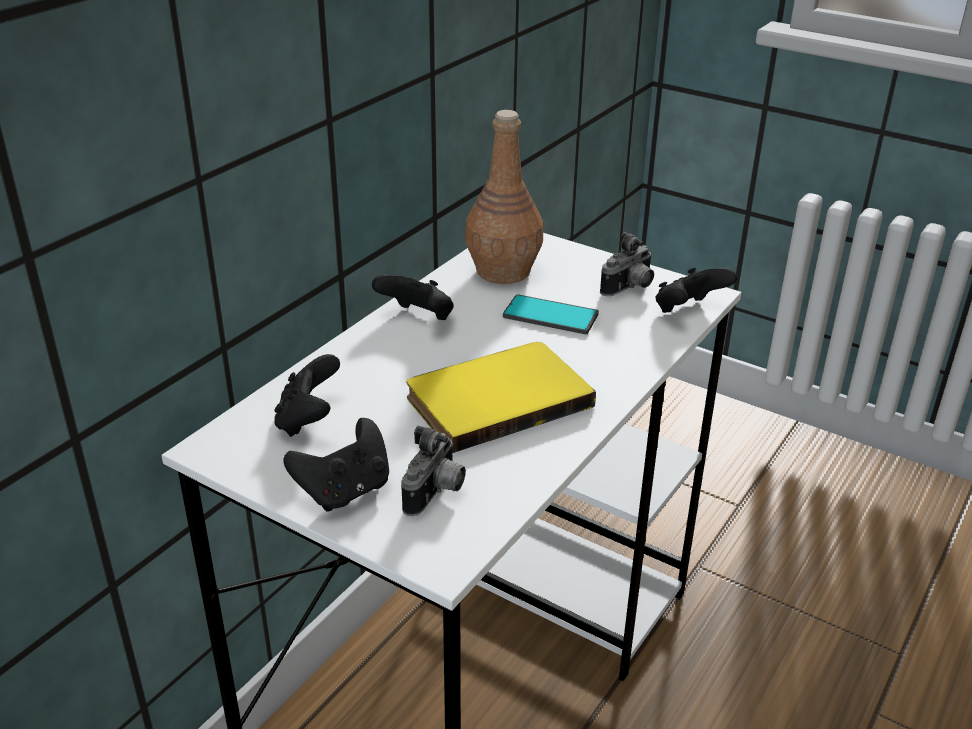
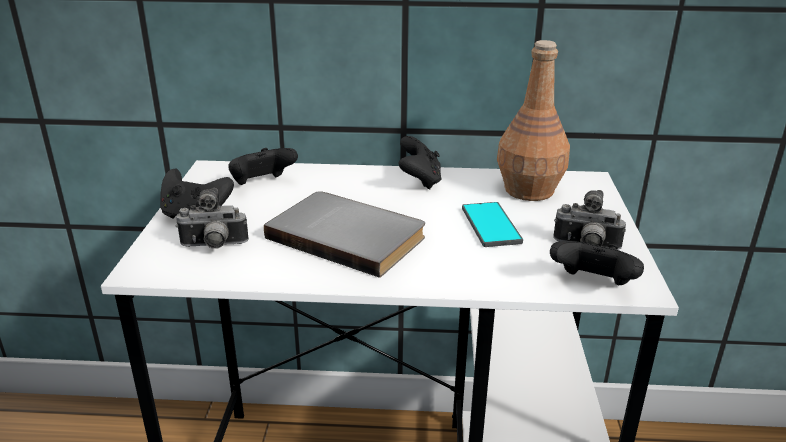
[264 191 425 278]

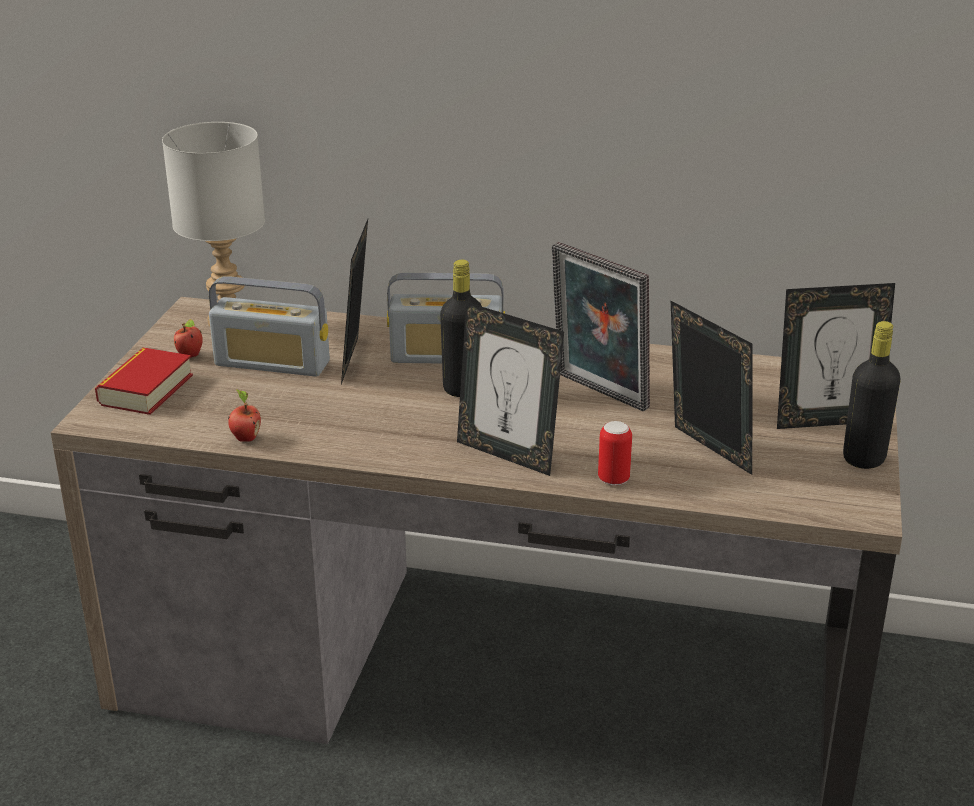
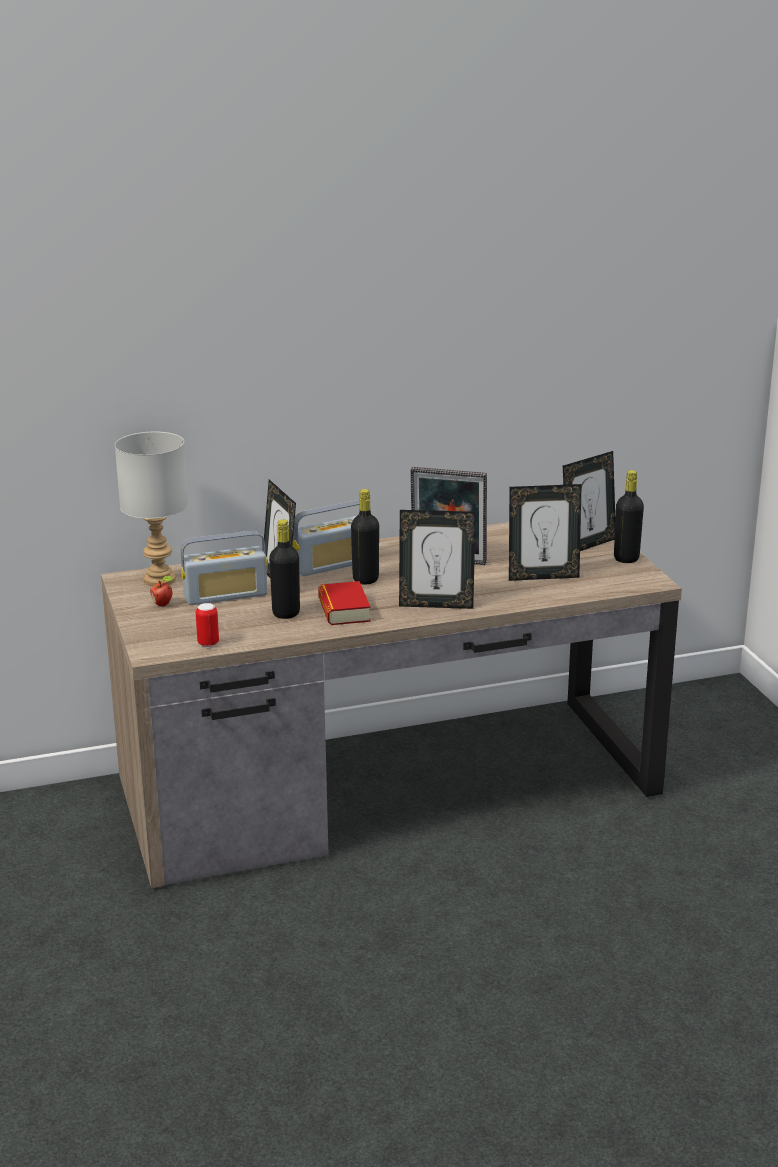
[196 603 219 647]
[269 519 300 619]
[318 581 371 625]
[509 484 582 581]
[228 390 261 442] (first image)

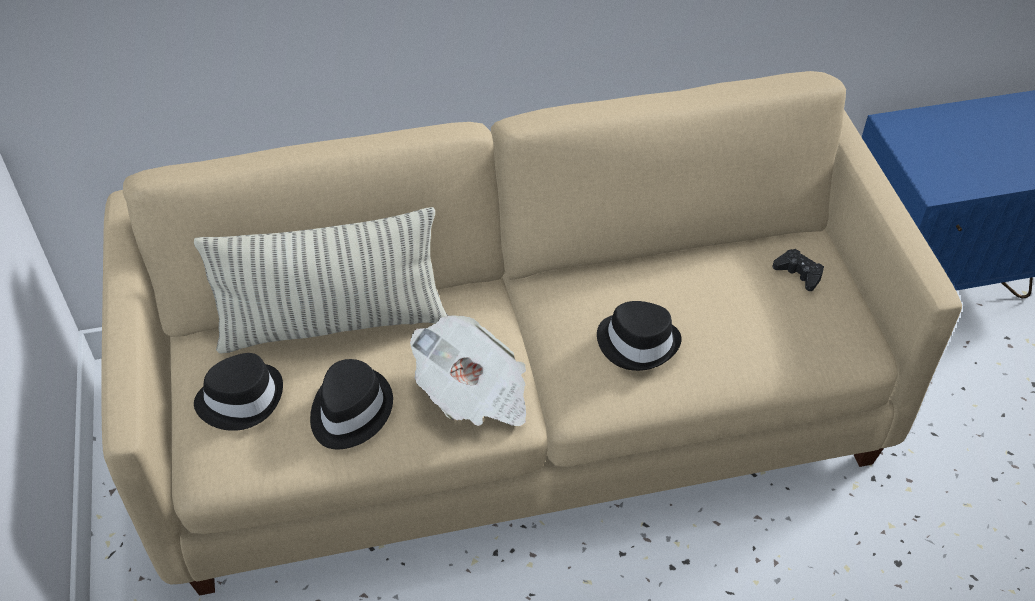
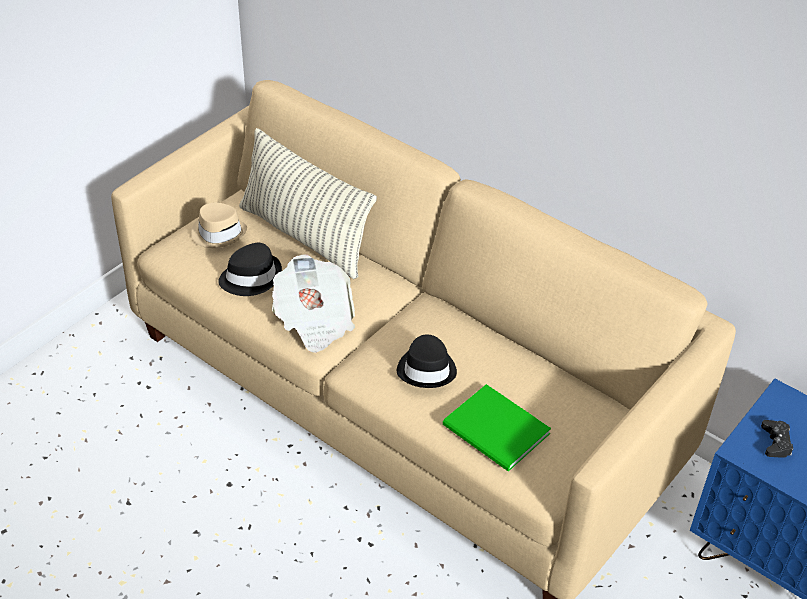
[191 202 247 248]
[443 384 551 472]
[761 420 793 458]

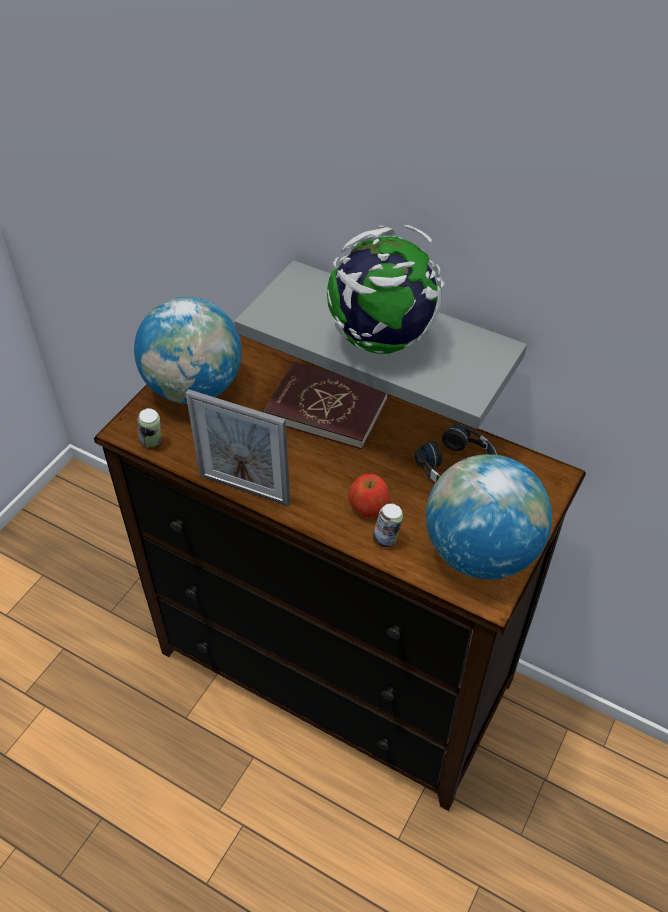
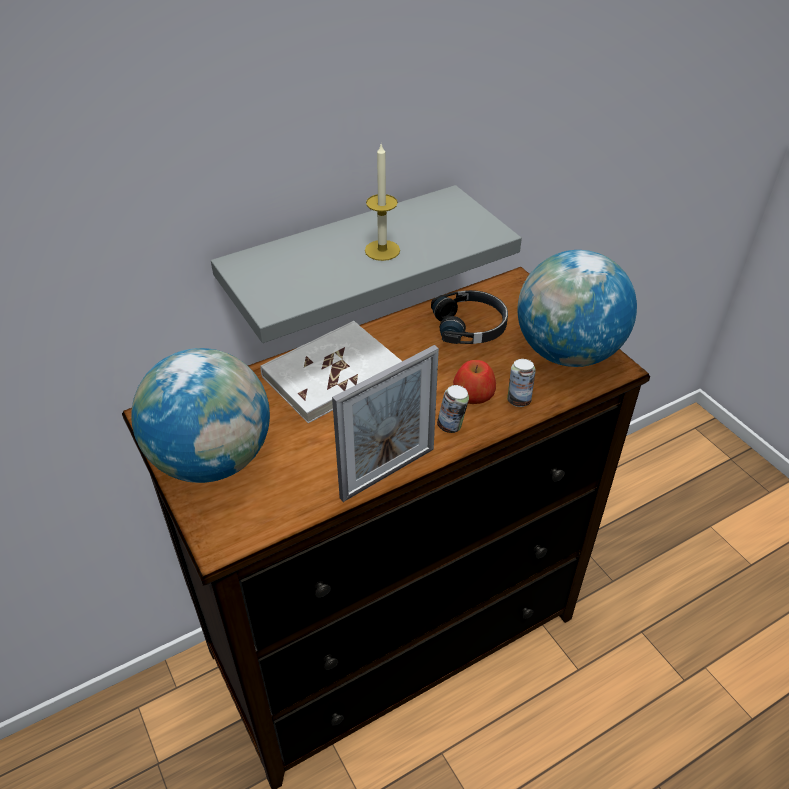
[260 321 402 423]
[365 144 400 261]
[437 385 469 433]

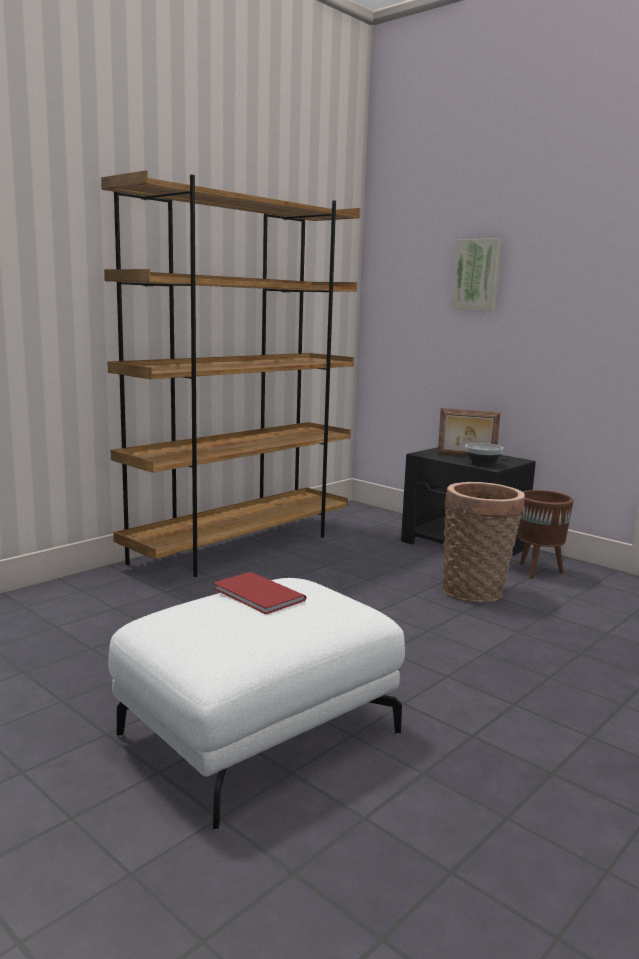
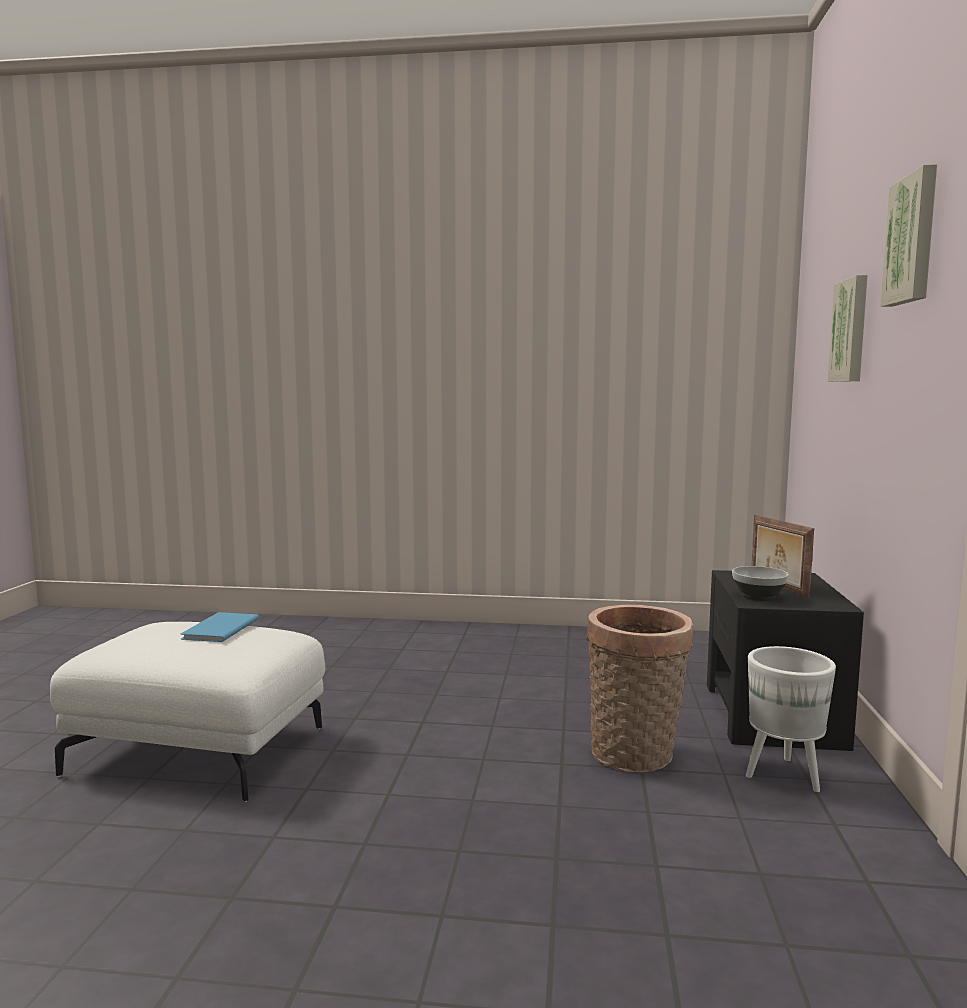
[180 612 259 642]
[746 646 836 792]
[880 164 937 307]
[101 170 360 577] (first image)

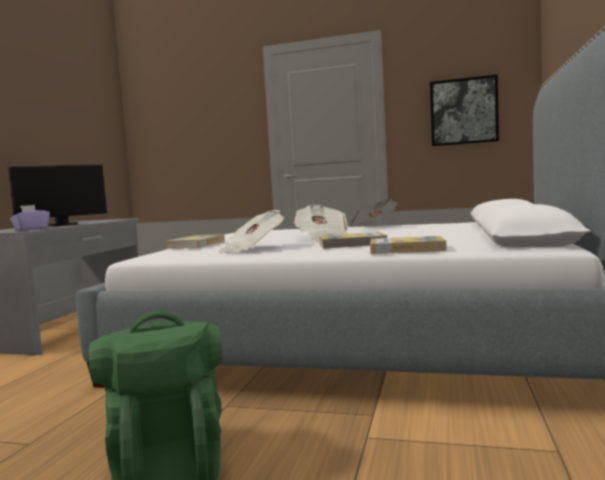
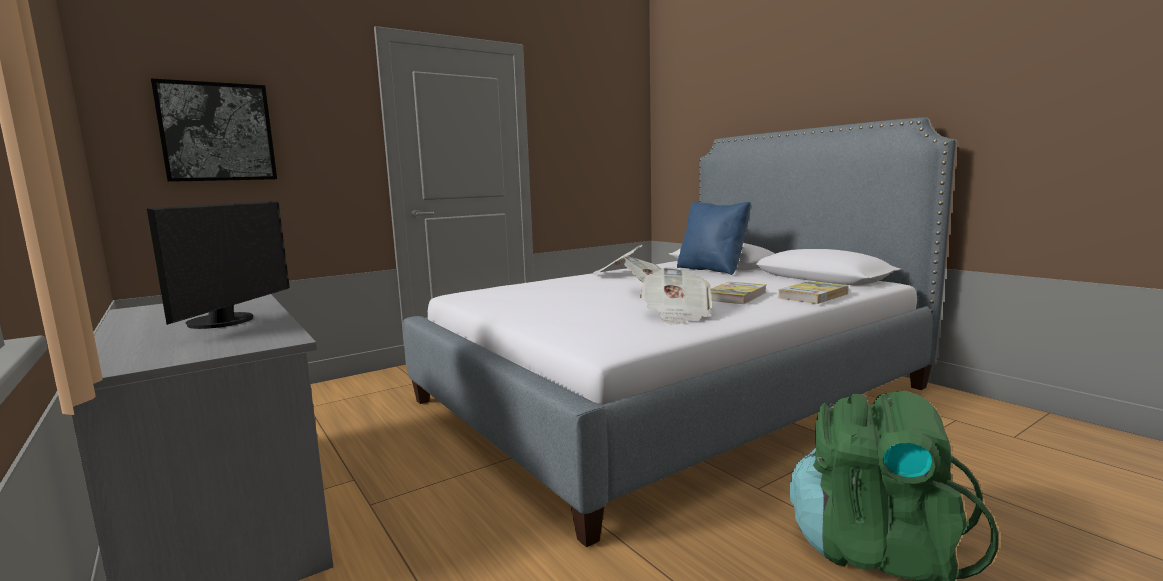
[151 78 277 182]
[677 201 751 275]
[10 205 50 231] (first image)
[166 234 225 249] (first image)

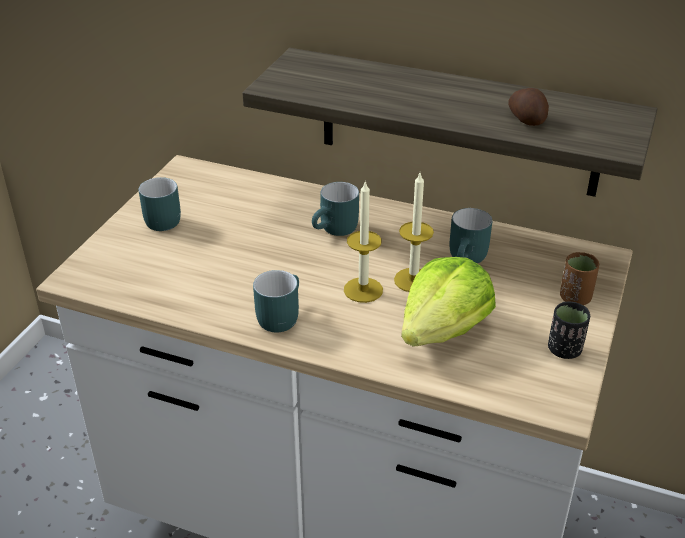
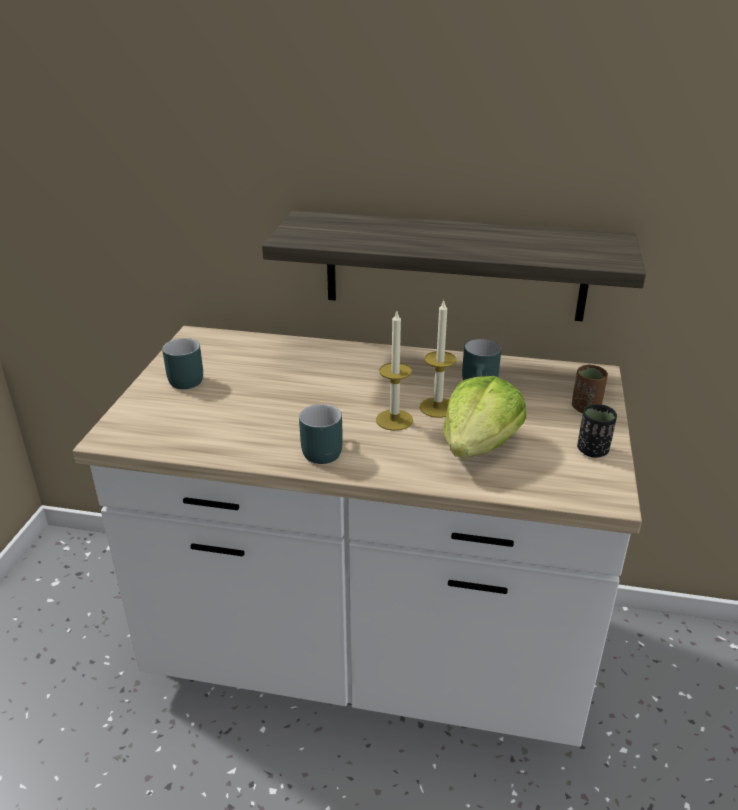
[312 182 359 236] (first image)
[508 88 549 126] (first image)

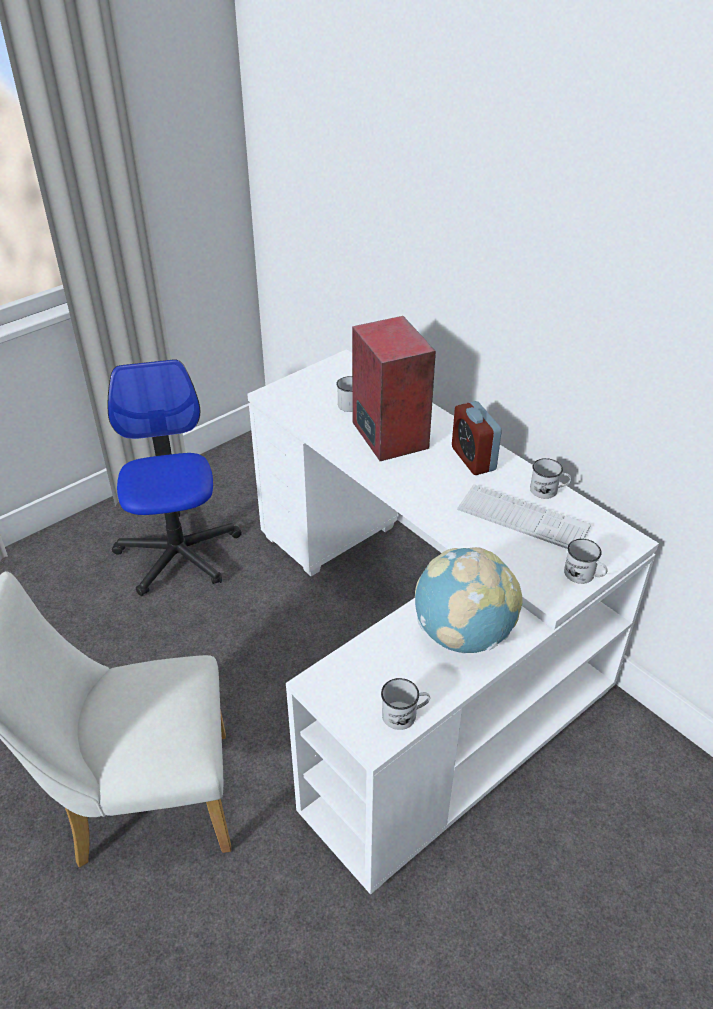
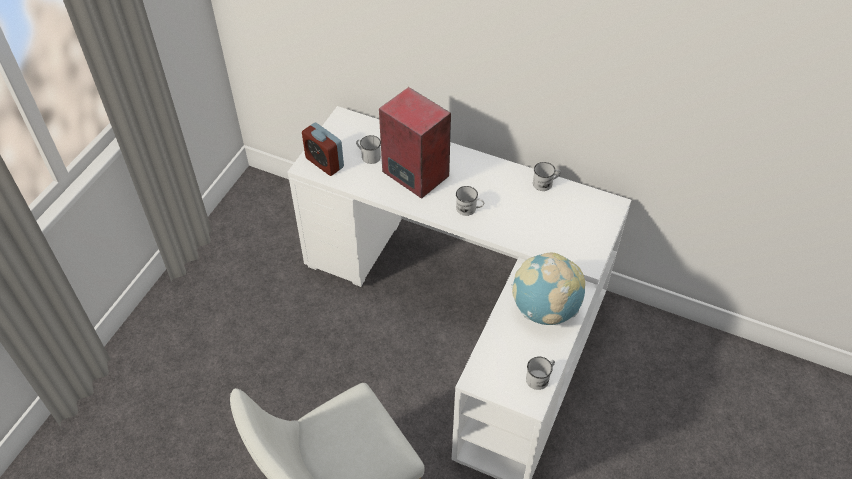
[302 123 344 176]
[456 186 484 216]
[108 359 241 596] (first image)
[457 484 591 549] (first image)

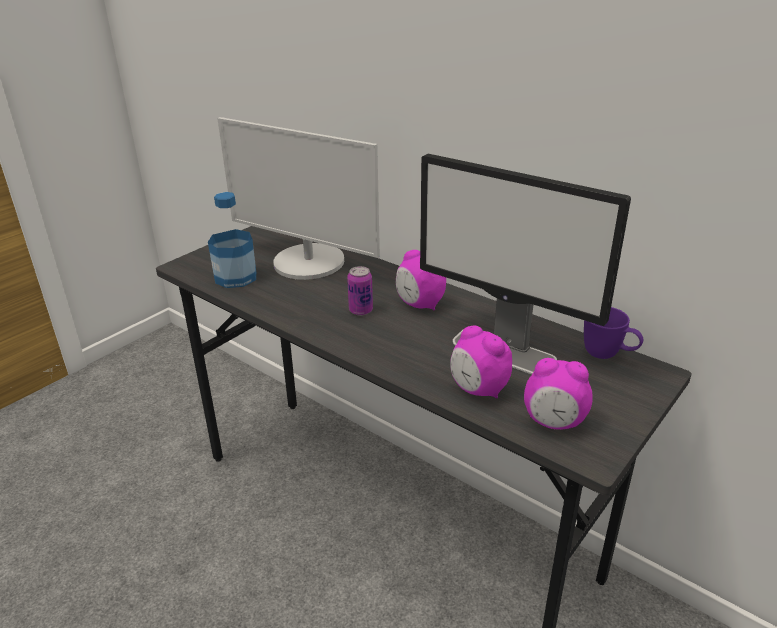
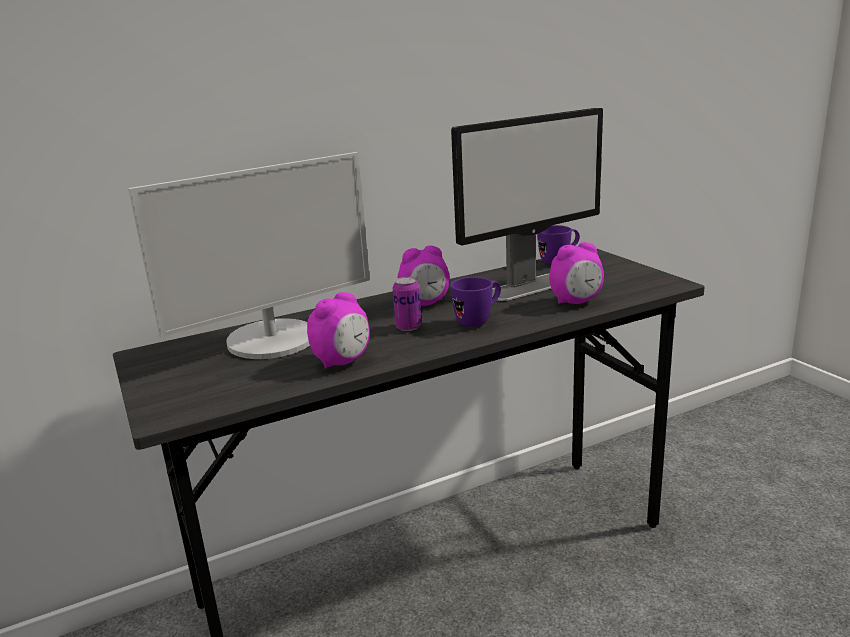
[307 292 370 369]
[450 277 501 327]
[208 192 256 288] (first image)

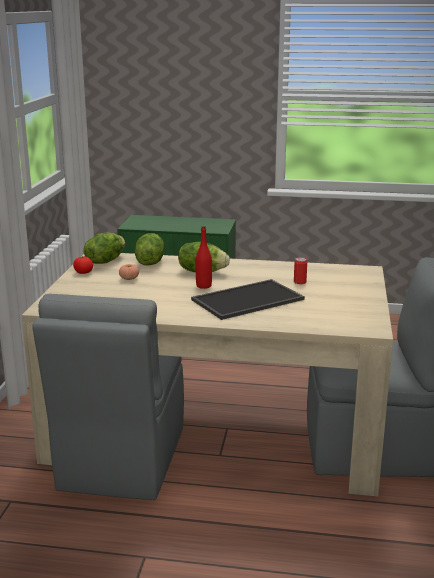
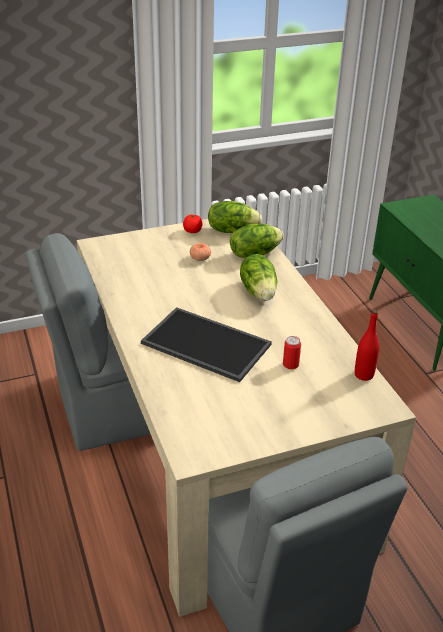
[355 310 379 381]

